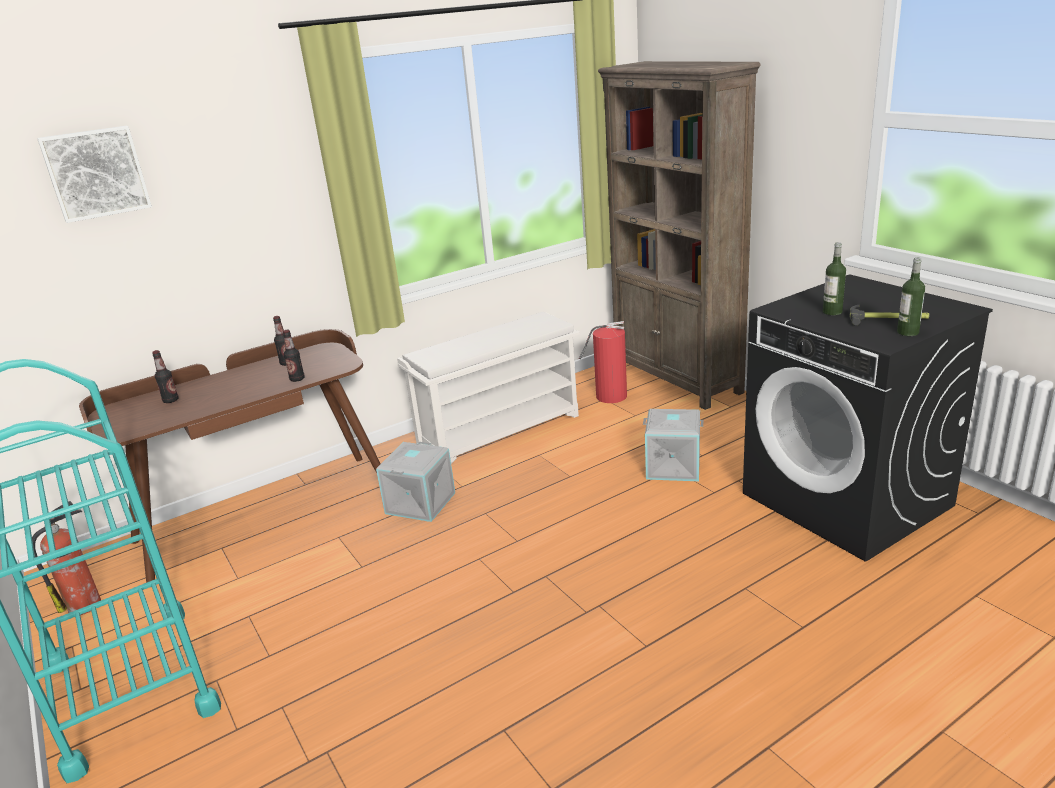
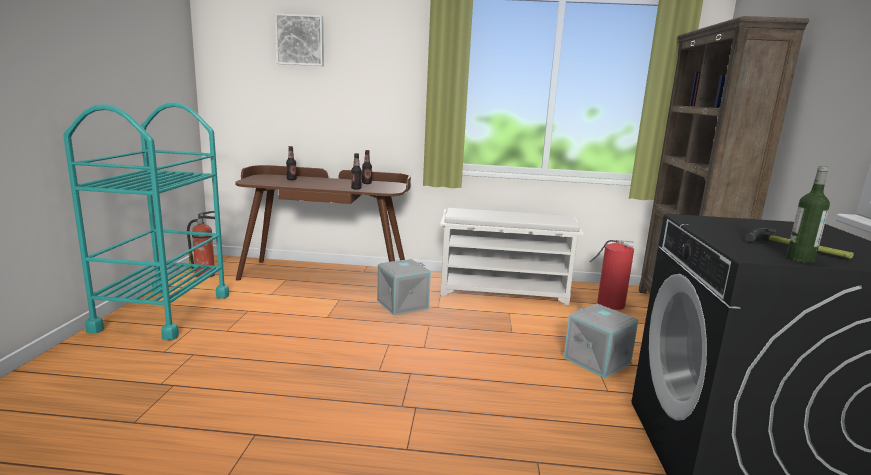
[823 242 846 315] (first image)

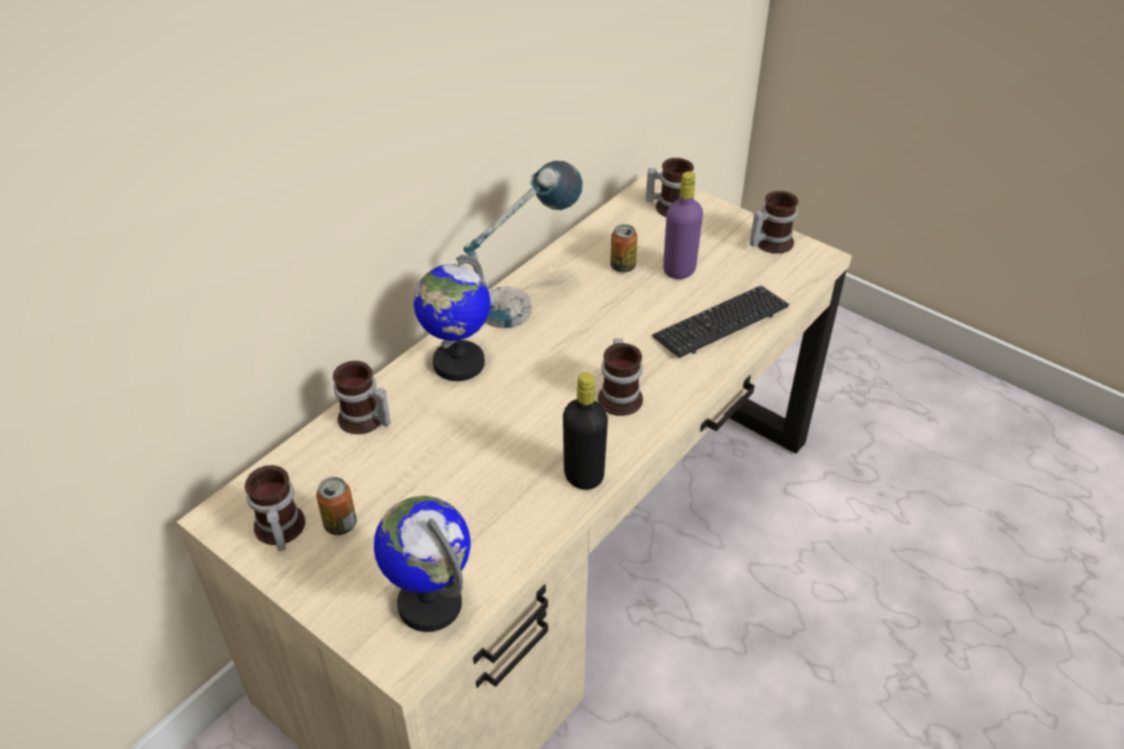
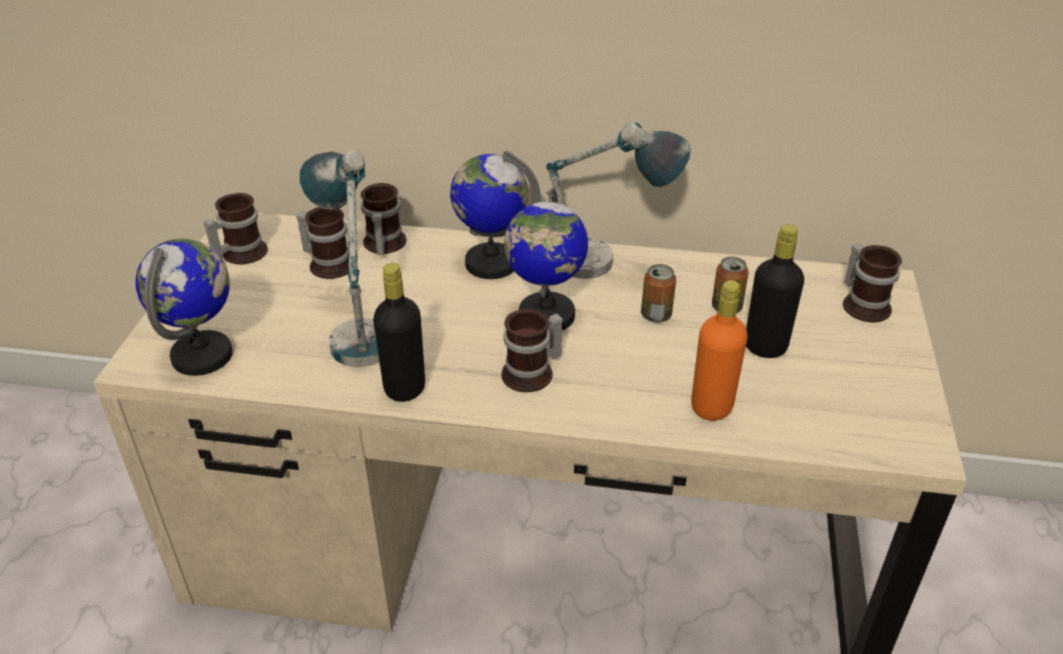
[296 207 349 279]
[300 150 379 367]
[504 188 588 330]
[641 264 676 322]
[691 280 748 421]
[746 225 804 358]

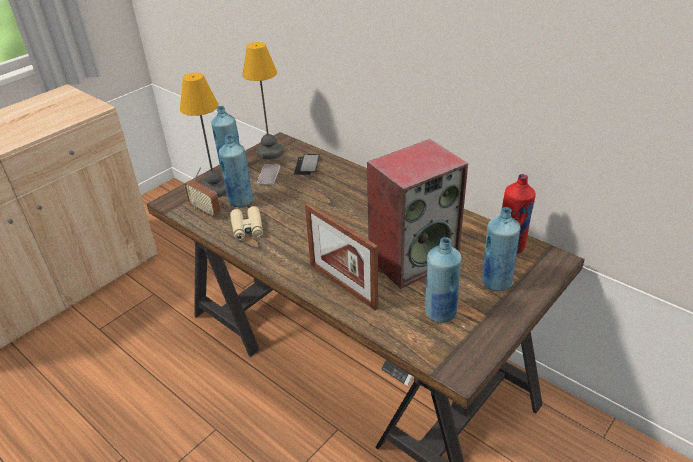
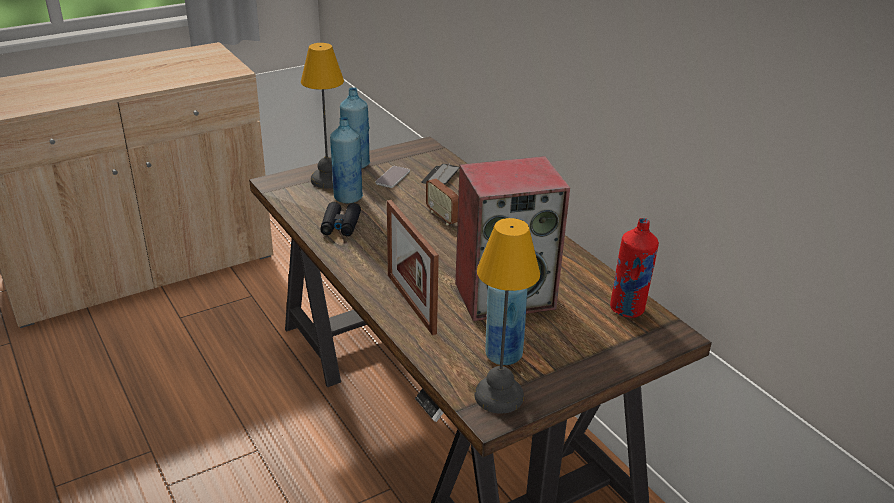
[320 202 361 236]
[426 163 458 225]
[475 218 540 414]
[482 207 521 292] (first image)

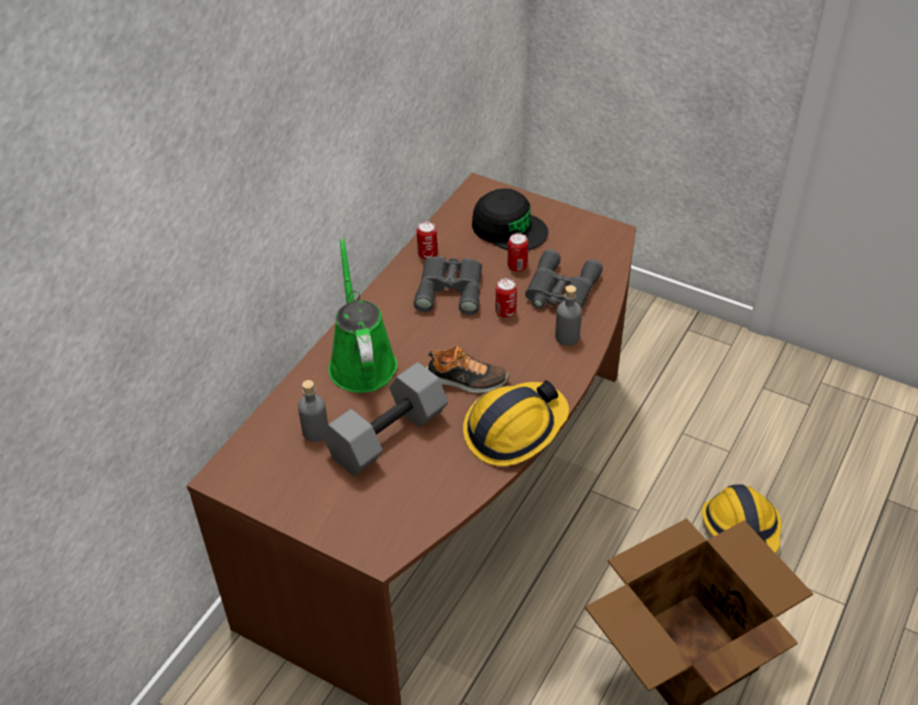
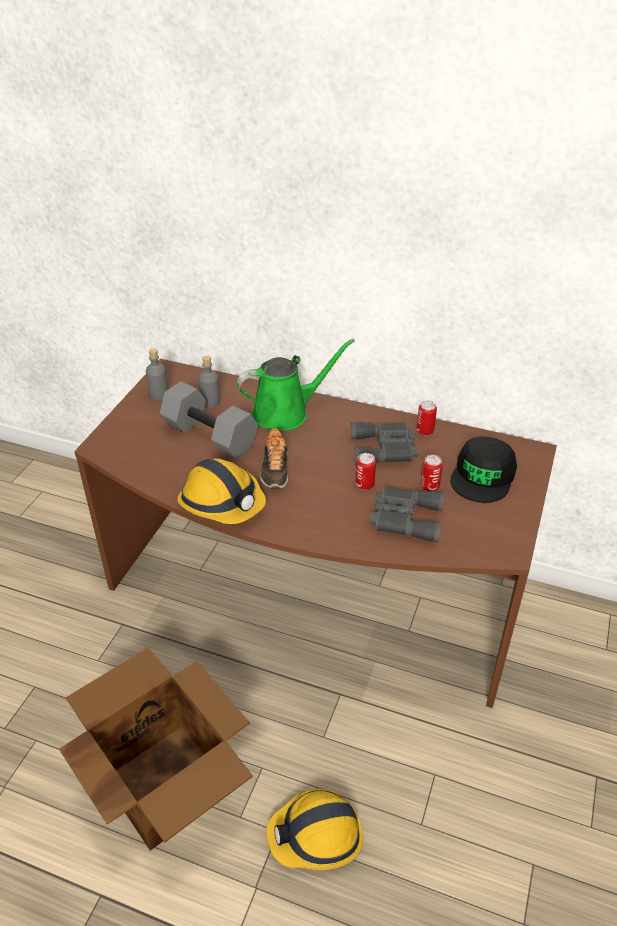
[146 348 168 400]

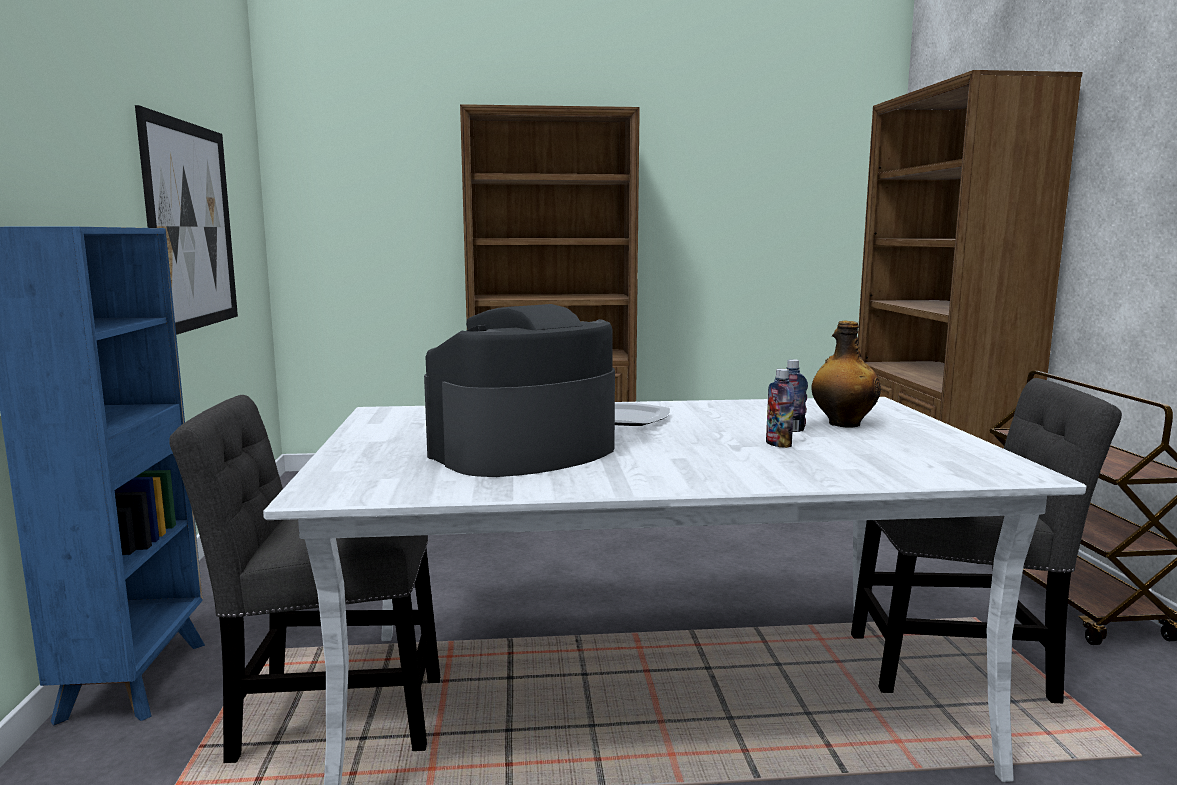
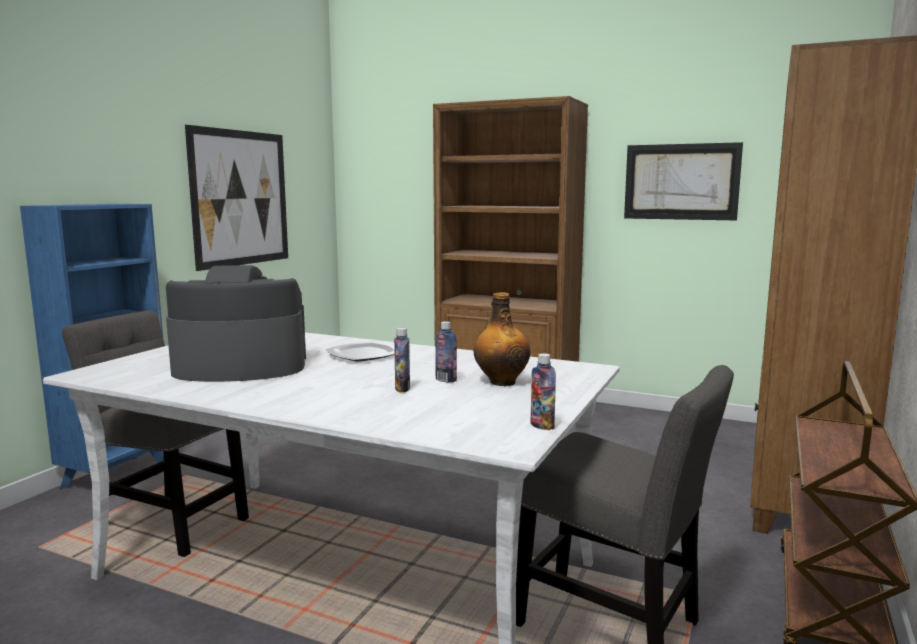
[531 353 556 430]
[624 142 743 220]

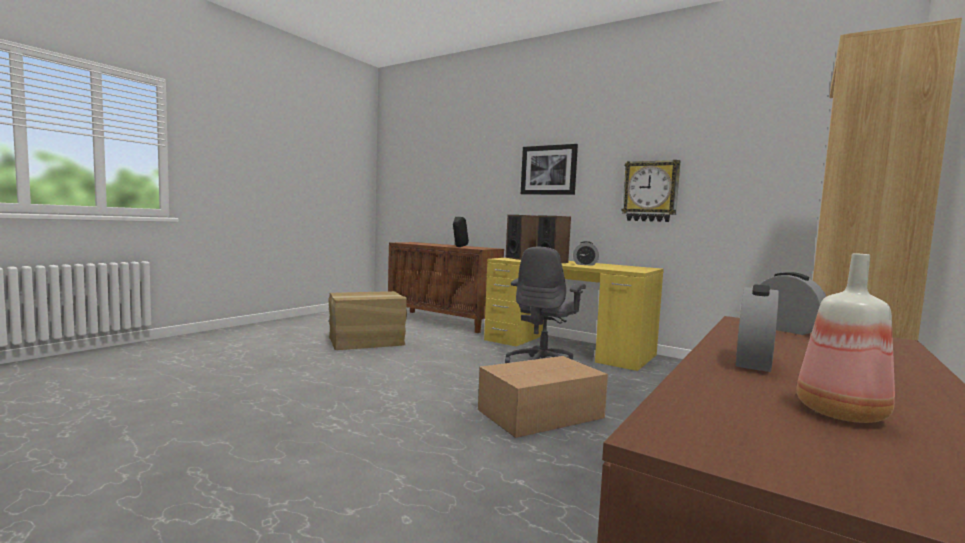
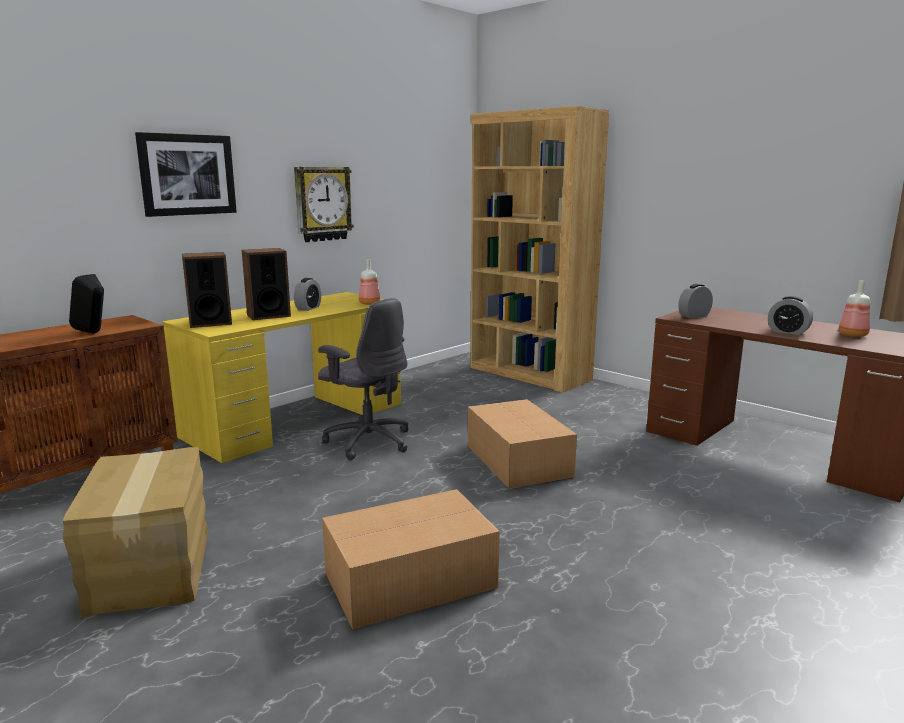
[322 489 500 630]
[359 259 380 305]

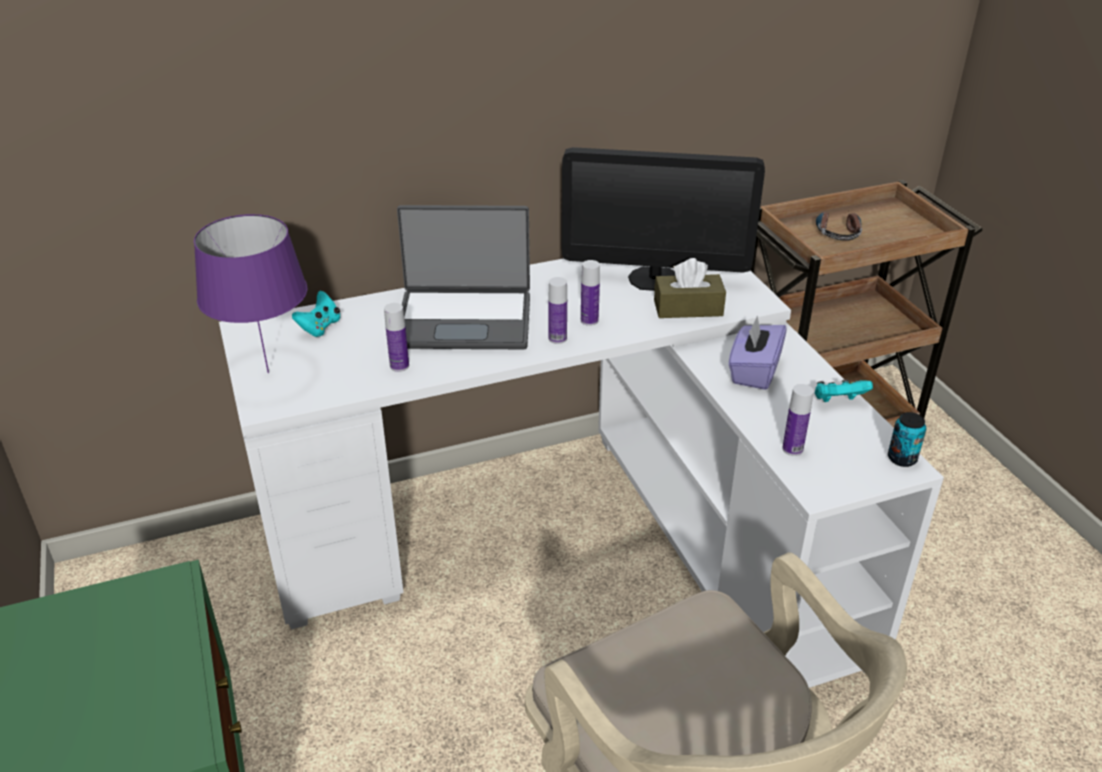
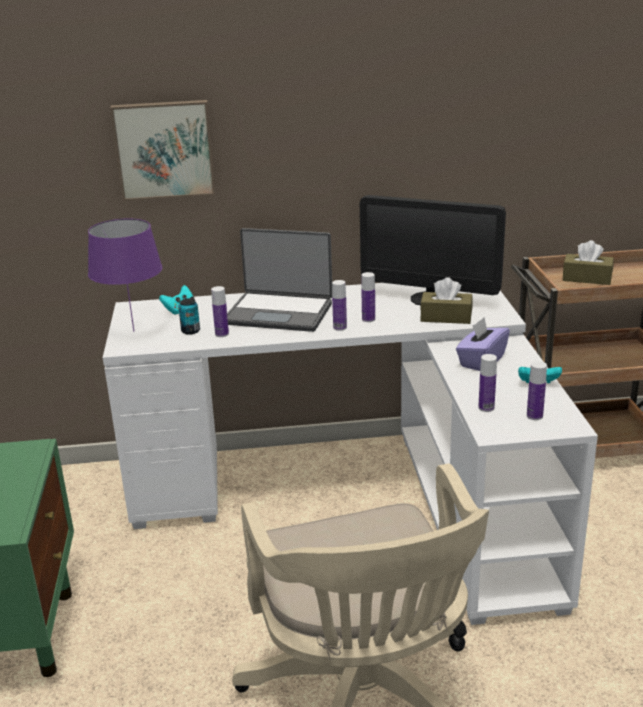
[110 100 215 201]
[178 298 200 335]
[527 361 547 420]
[562 240 614 285]

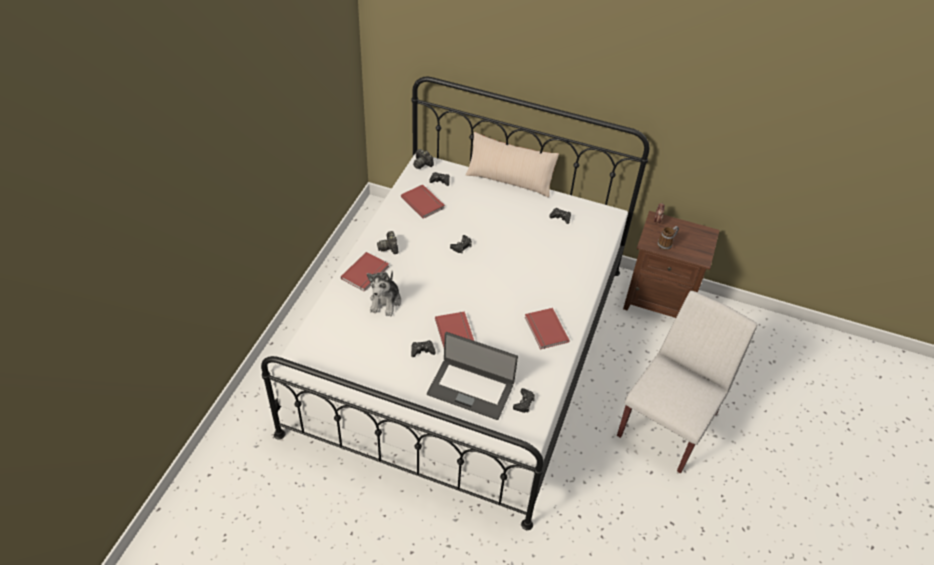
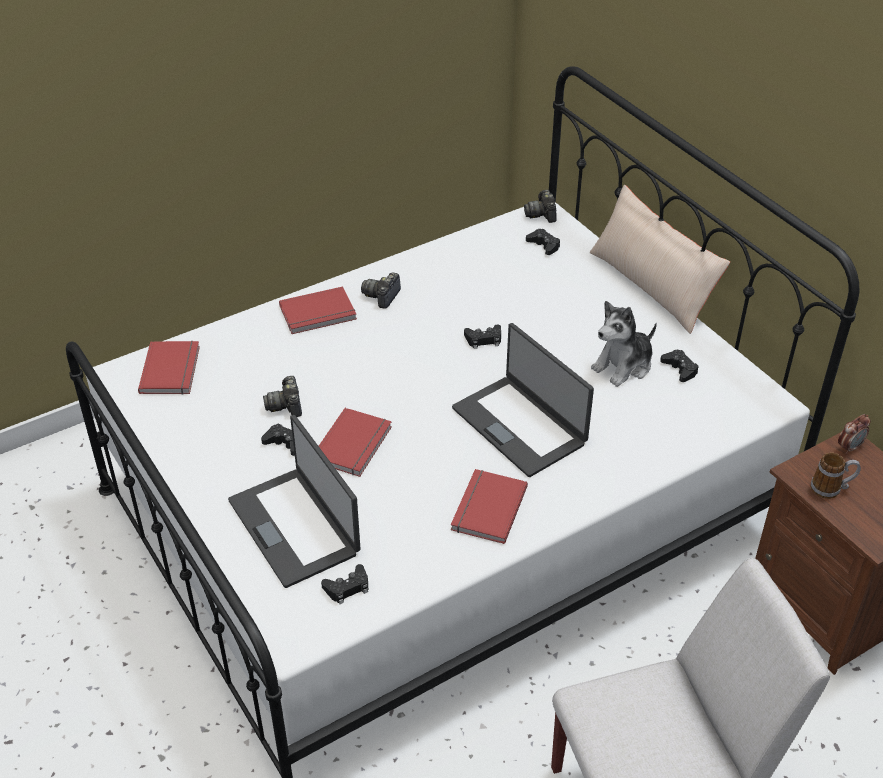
[138 341 200 394]
[263 376 302 417]
[452 323 594 477]
[591 301 657 387]

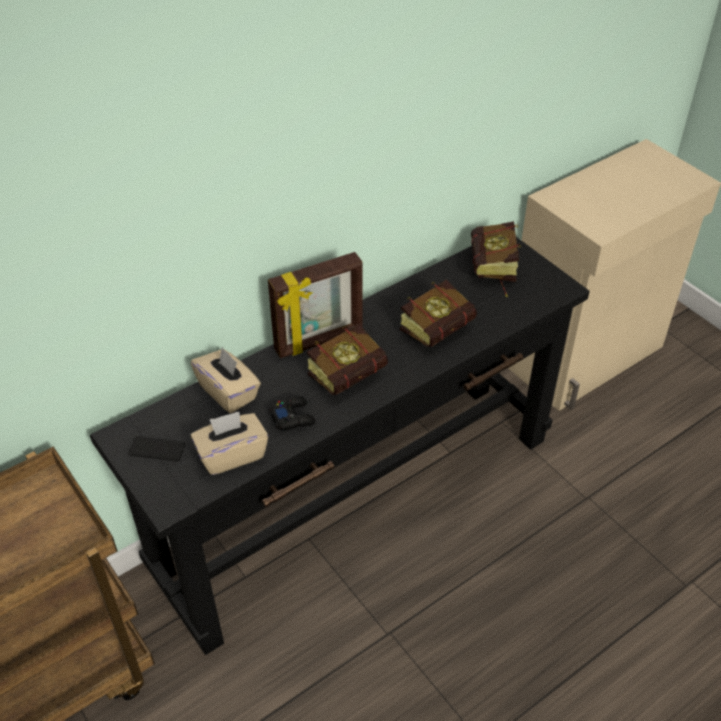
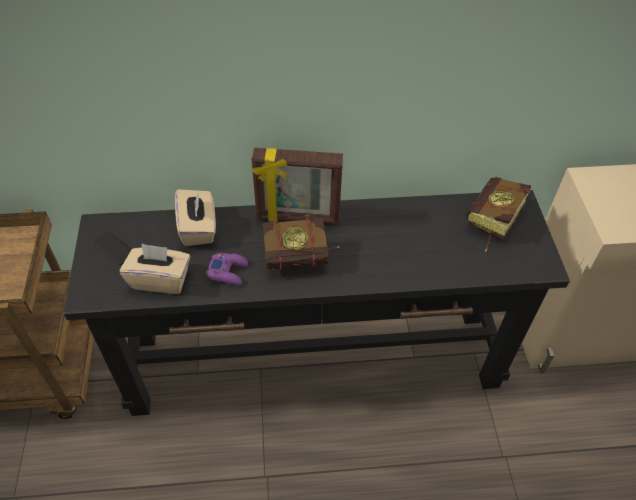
[206 253 248 286]
[400 280 477 347] (first image)

